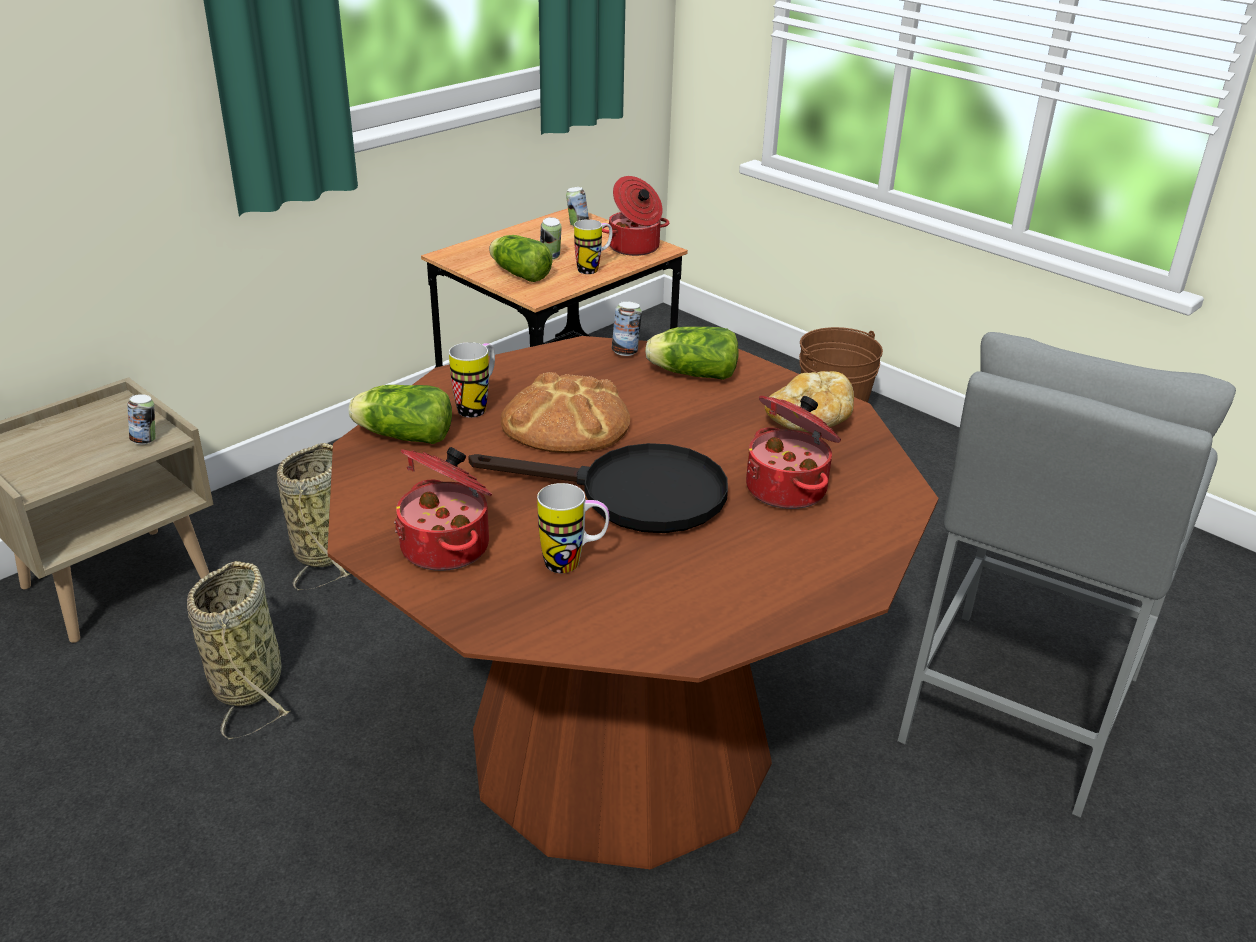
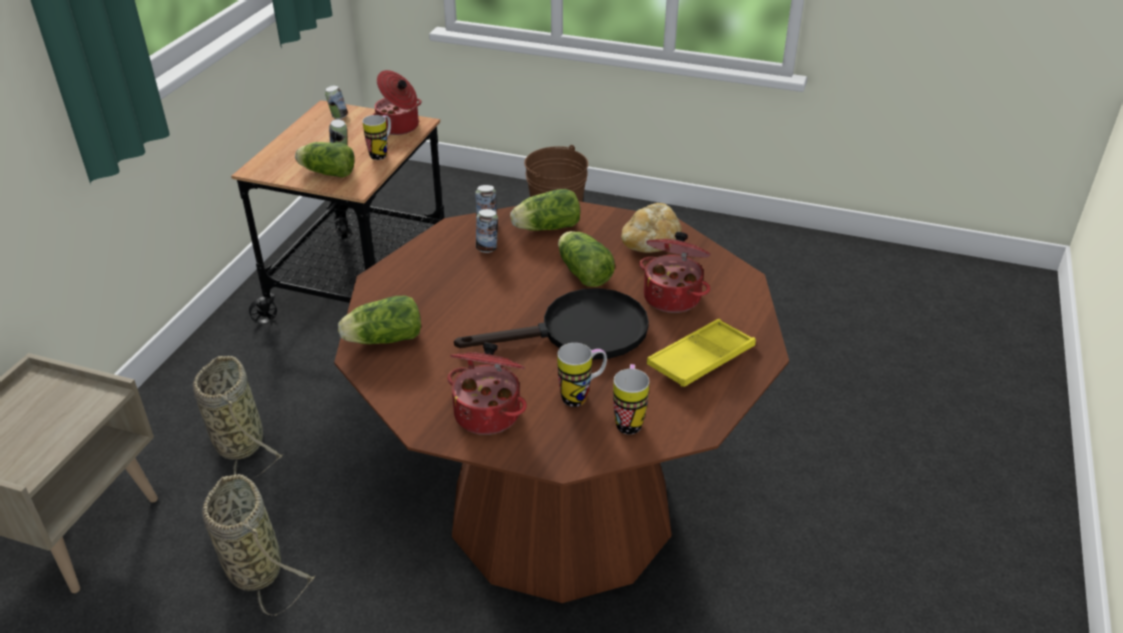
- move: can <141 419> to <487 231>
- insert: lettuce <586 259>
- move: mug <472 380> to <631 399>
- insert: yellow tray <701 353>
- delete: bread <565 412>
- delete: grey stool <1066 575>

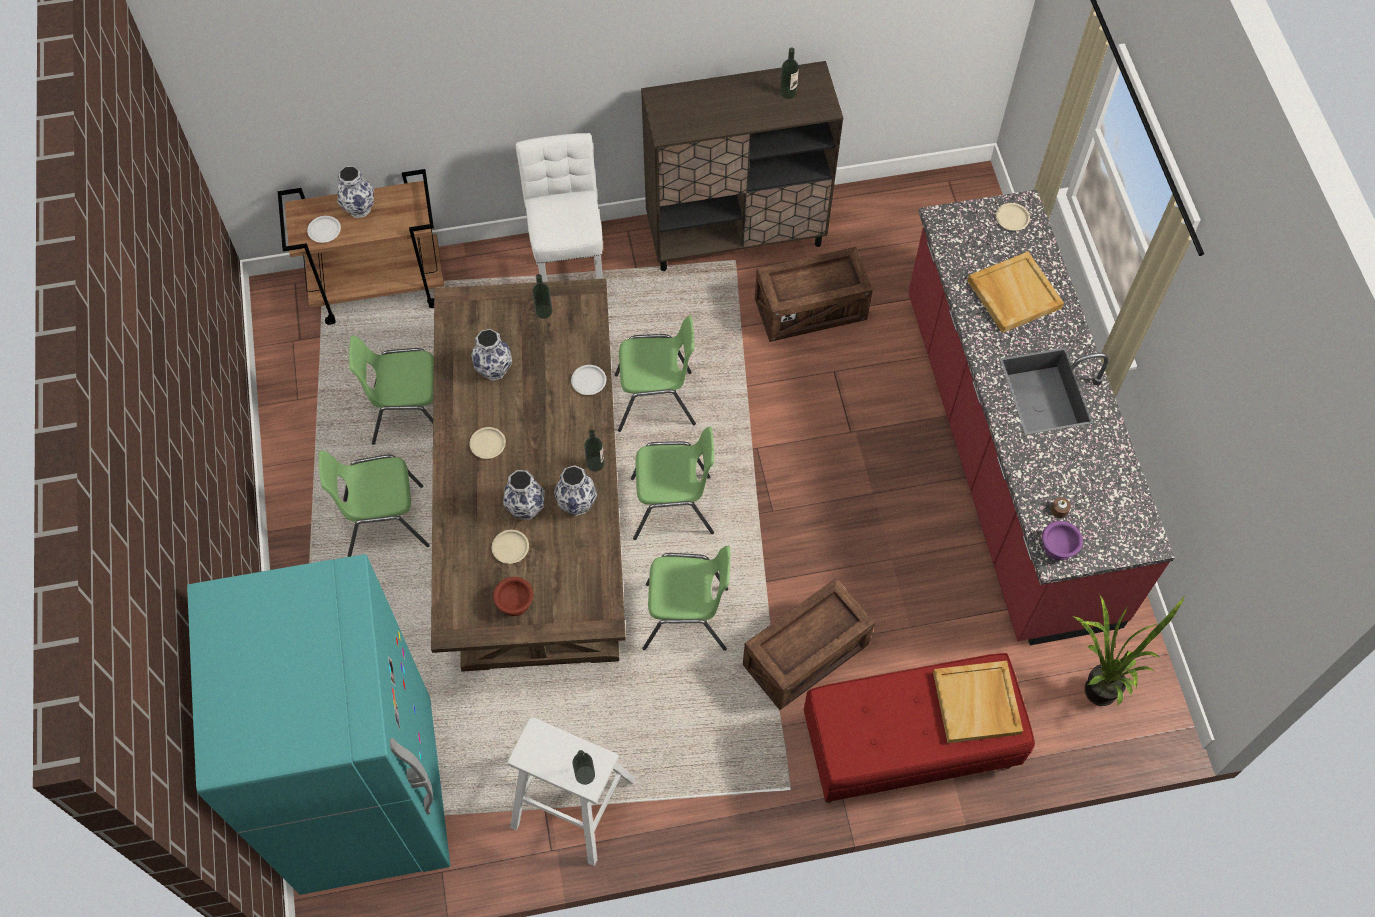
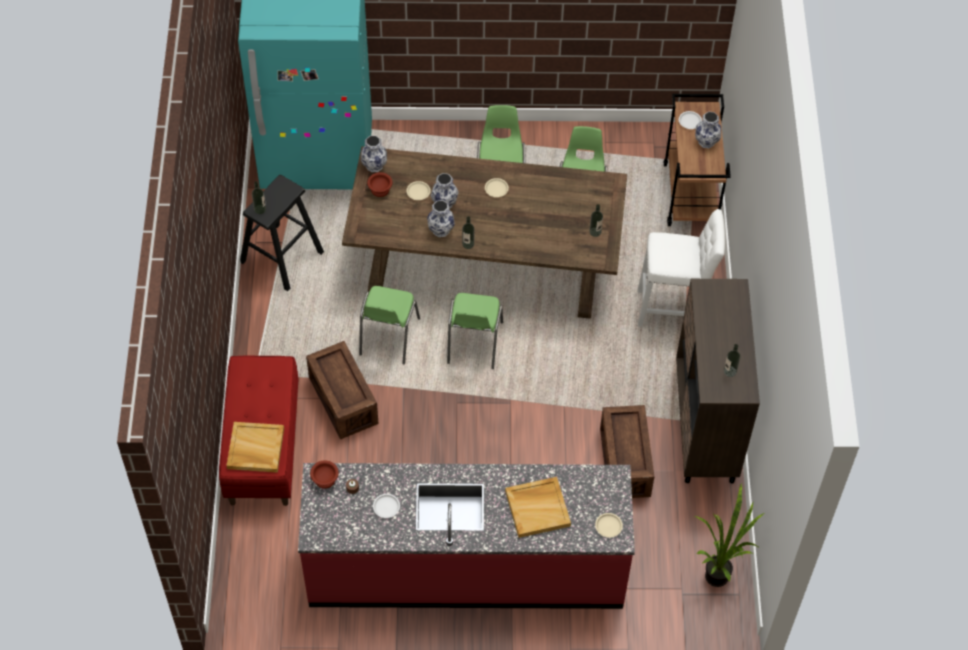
- recolor: white stool <571 791> to black stool <282 233>
- recolor: purple bowl <1062 541> to brown bowl <324 474>
- move: vase <491 355> to <374 154>
- move: white plate <588 380> to <386 506>
- move: potted plant <1128 651> to <729 534>
- delete: green chair <655 374>

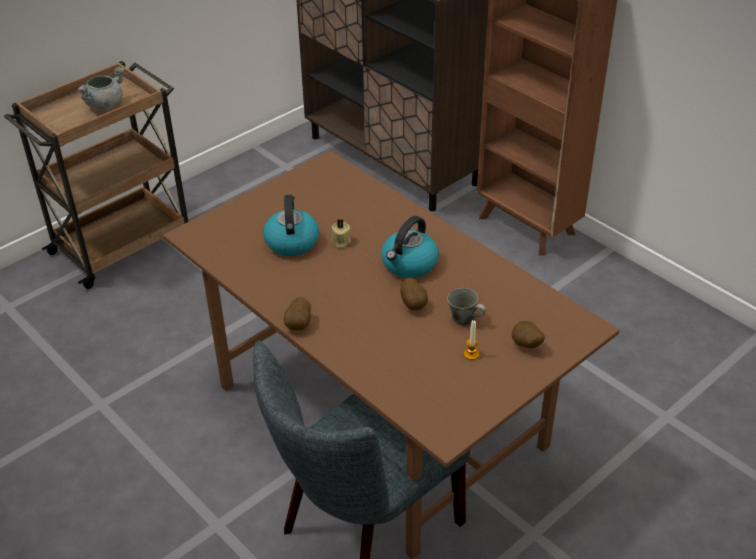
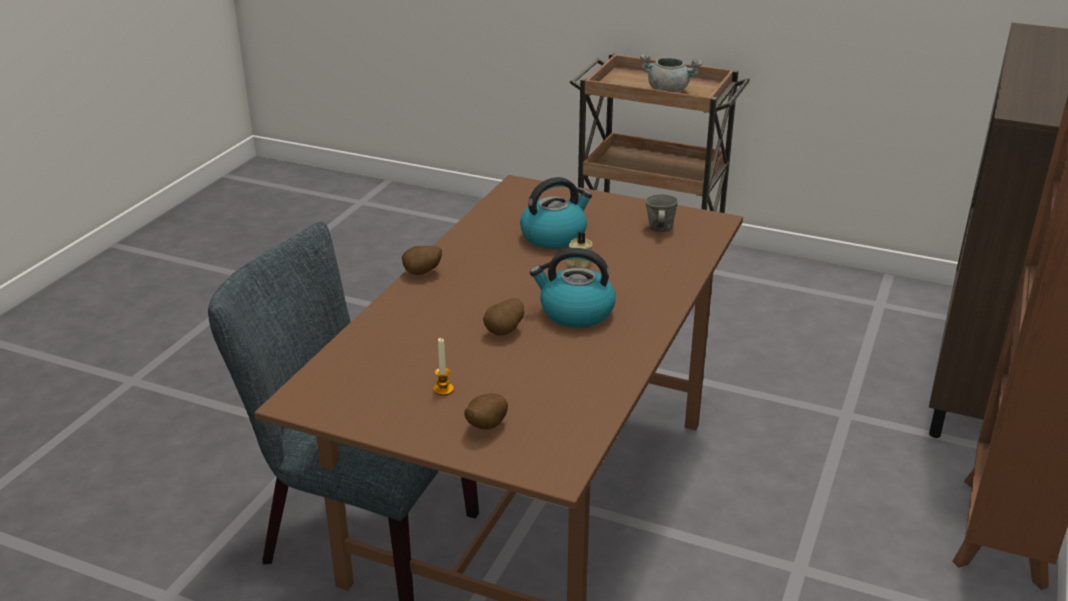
- move: grey mug <466 307> to <661 213>

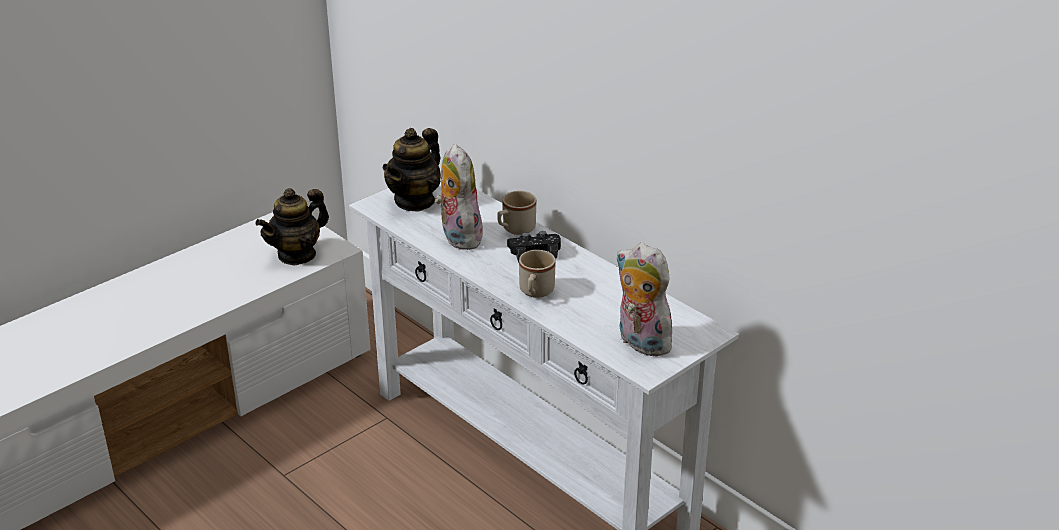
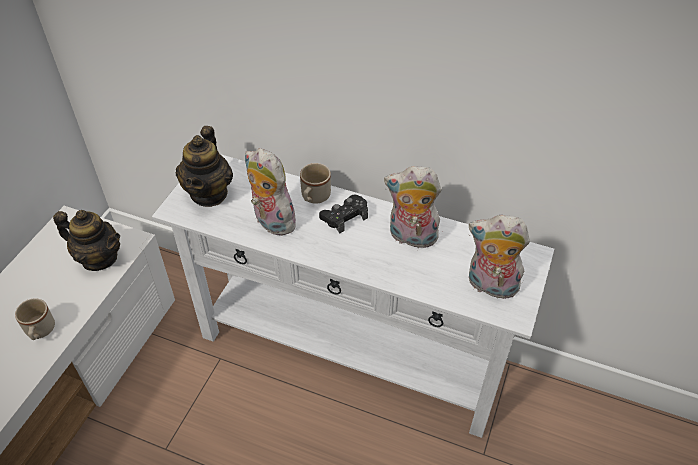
- move: beige mug <537 274> to <35 319>
- rotate: teapot <292 227> = <86 240> 90 degrees counterclockwise
- insert: plush toy <413 207>

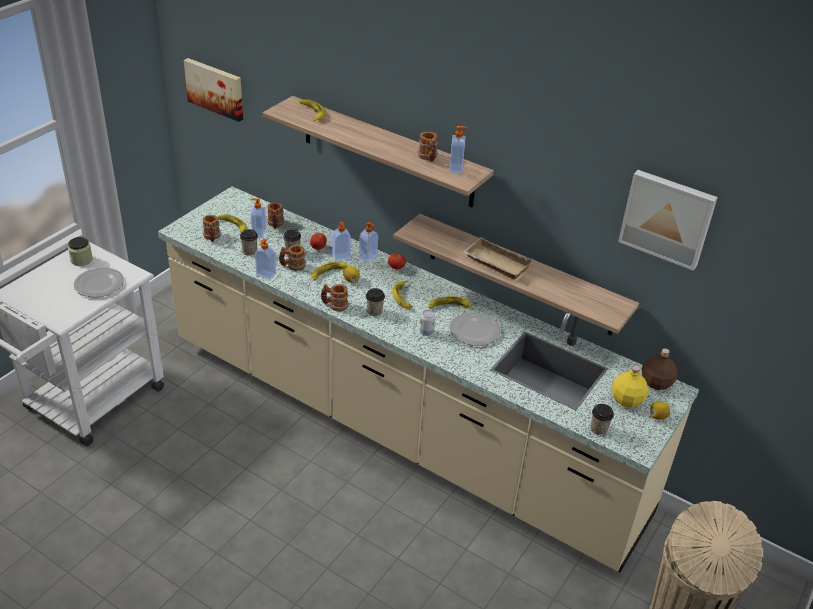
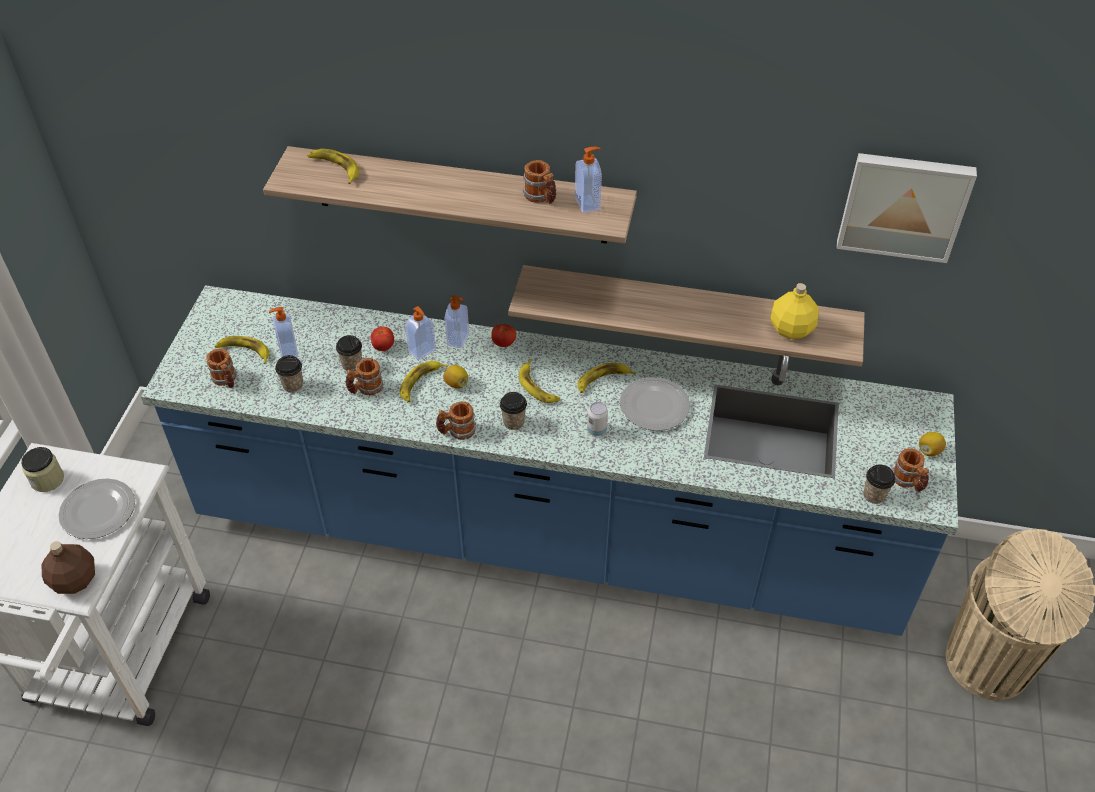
- move: brown bottle <660 369> to <68 567>
- recolor: beige counter <428 379> to blue counter <549 460>
- move: yellow bottle <630 386> to <795 311>
- move: mug <275 215> to <910 470>
- delete: picture <213 90>
- delete: soap dispenser <265 259>
- delete: beige tray <498 258>

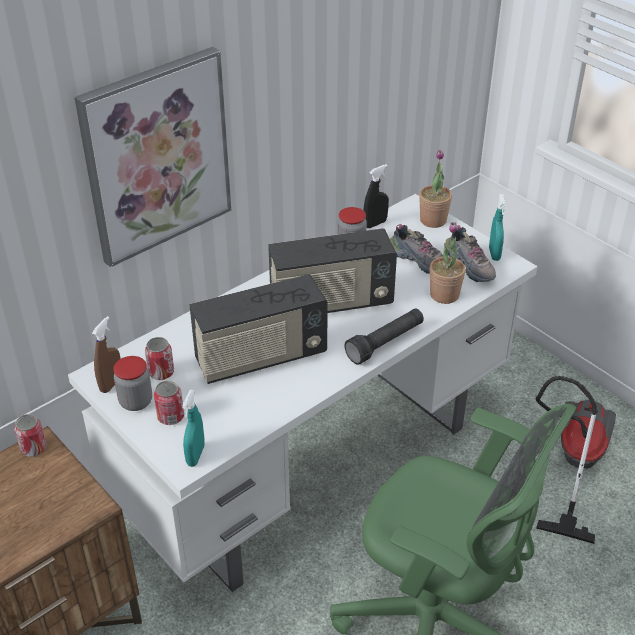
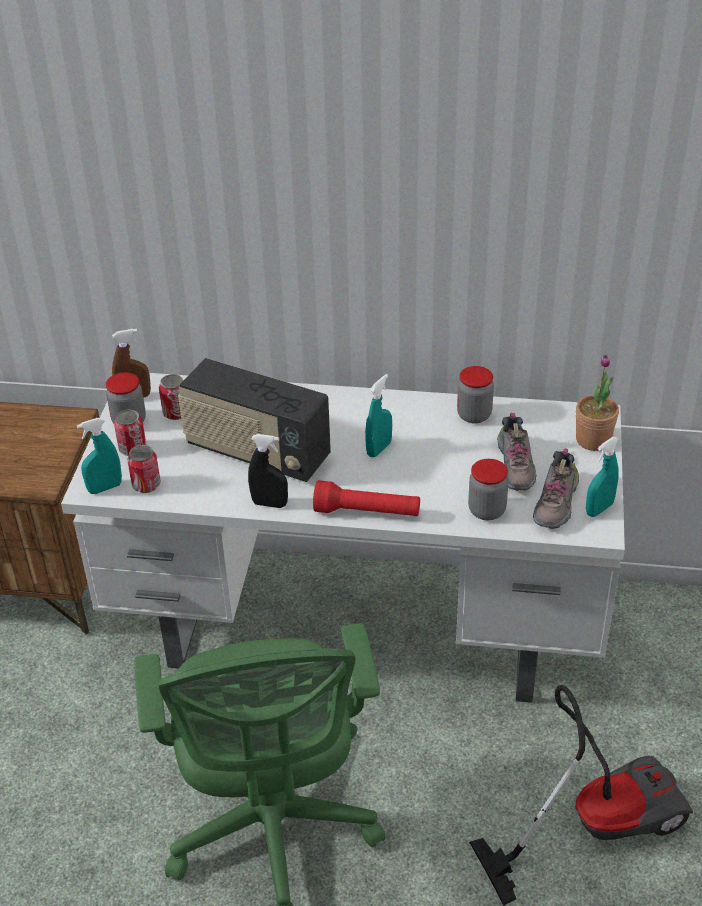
- move: can <30 435> to <144 469>
- move: black spray bottle <376 196> to <268 471>
- recolor: black flashlight <384 337> to red flashlight <366 498>
- replace: radio <332 270> to turquoise spray bottle <378 416>
- replace: potted plant <447 263> to jar <488 489>
- delete: picture <152 157>

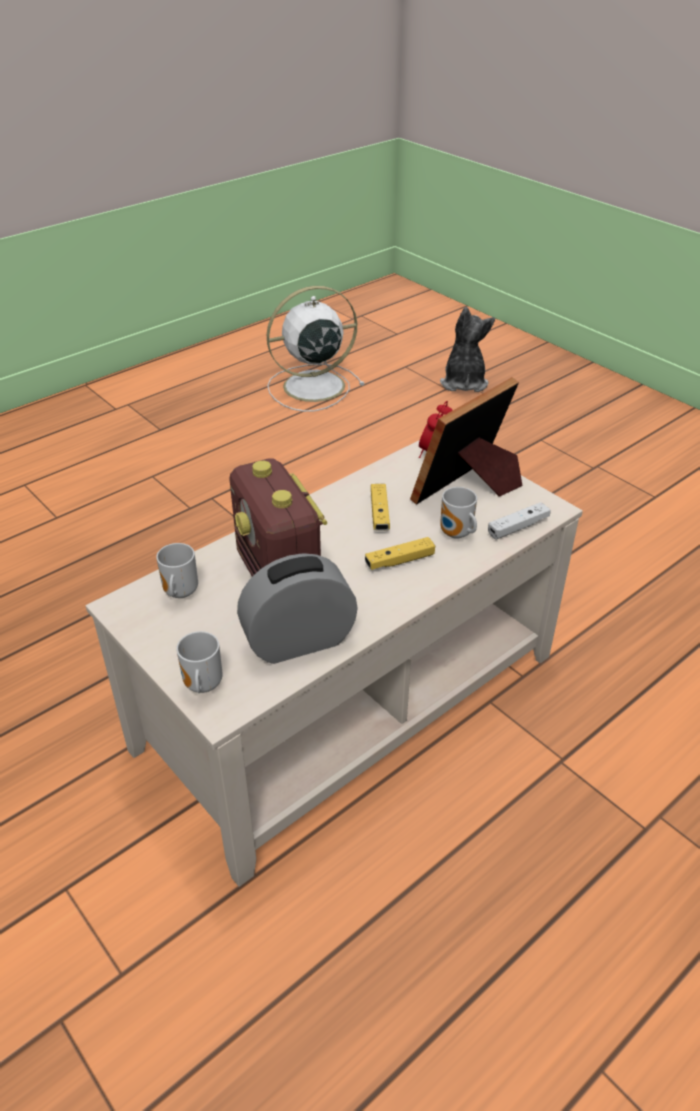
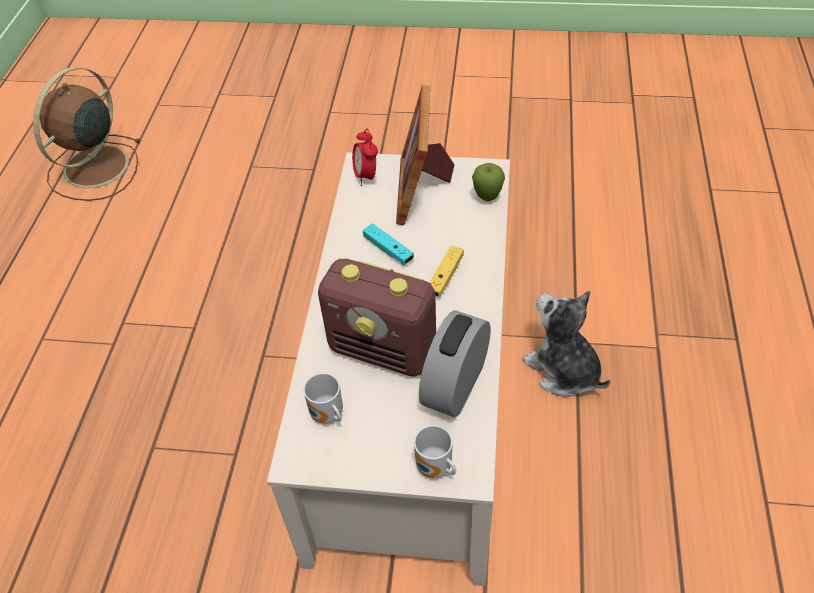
- recolor: white fan <316 349> to brown fan <87 134>
- recolor: yellow game controller <380 507> to turquoise game controller <388 244>
- replace: white game controller <519 520> to apple <488 182>
- move: plush toy <467 349> to <567 344>
- delete: mug <458 513>

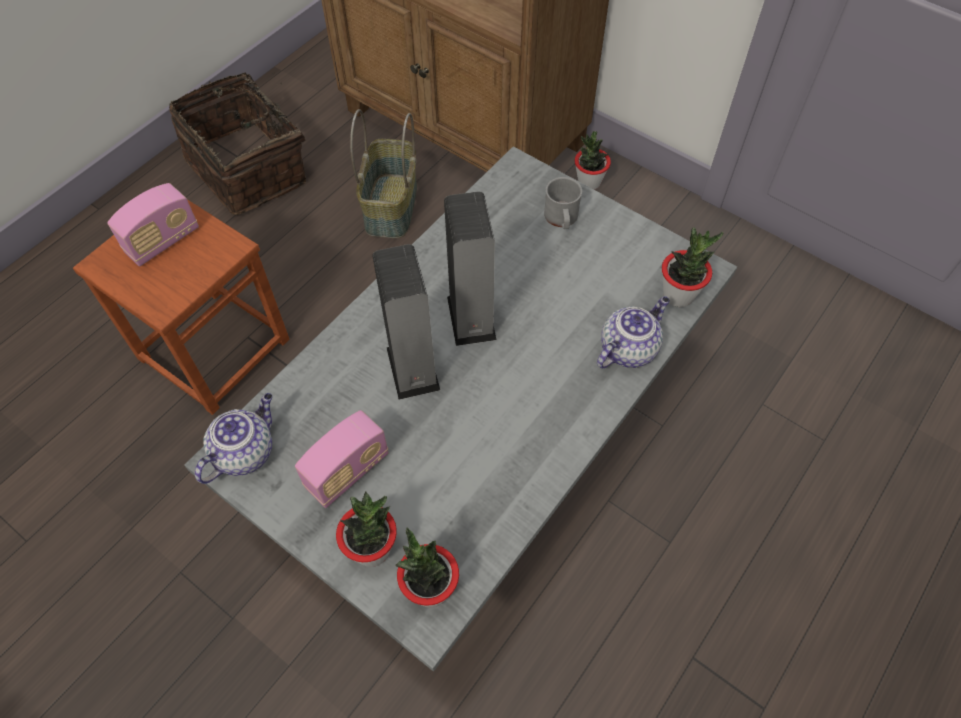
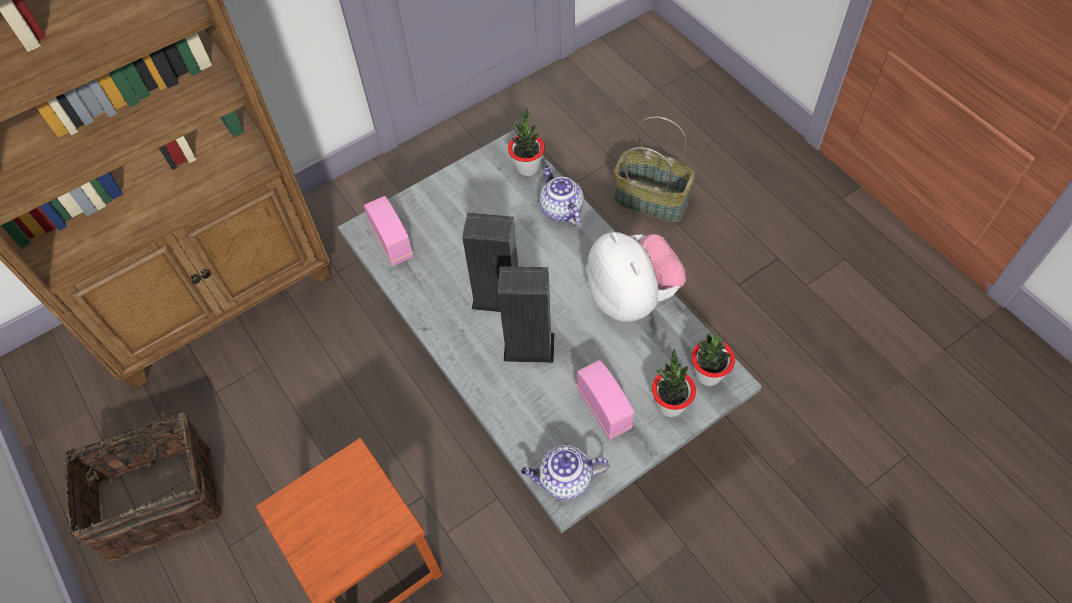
- move: radio <153 224> to <389 231>
- rotate: teapot <233 438> = <565 472> 60 degrees counterclockwise
- insert: plush toy <636 277>
- move: basket <383 173> to <654 169>
- delete: grey mug <563 203>
- delete: potted plant <593 160>

